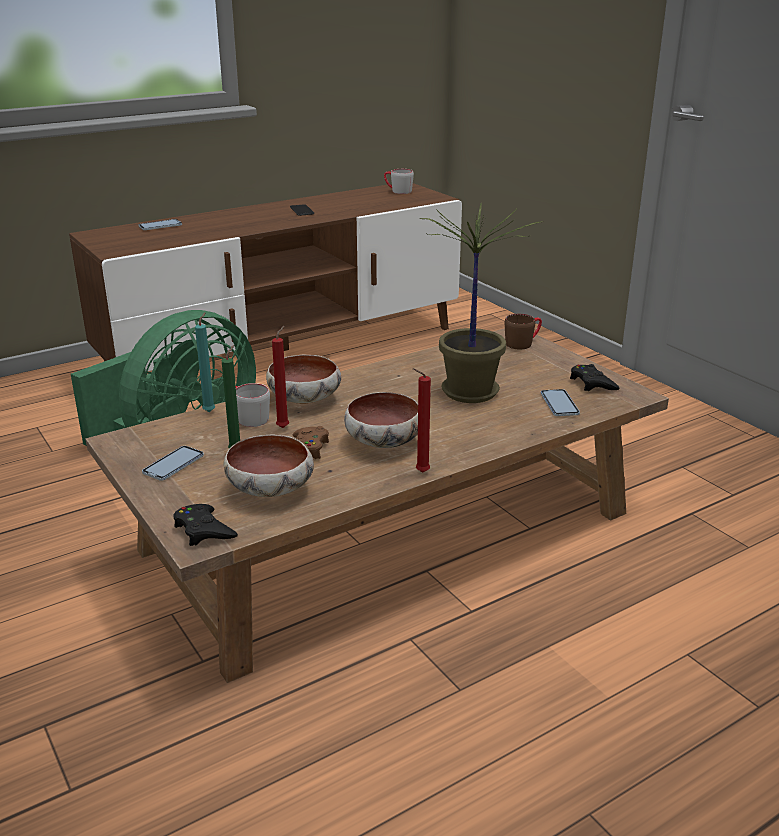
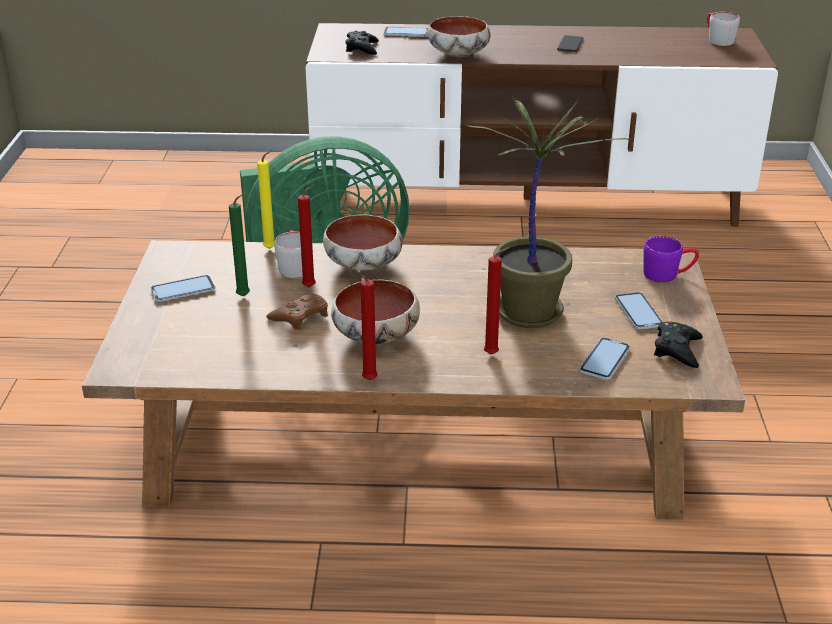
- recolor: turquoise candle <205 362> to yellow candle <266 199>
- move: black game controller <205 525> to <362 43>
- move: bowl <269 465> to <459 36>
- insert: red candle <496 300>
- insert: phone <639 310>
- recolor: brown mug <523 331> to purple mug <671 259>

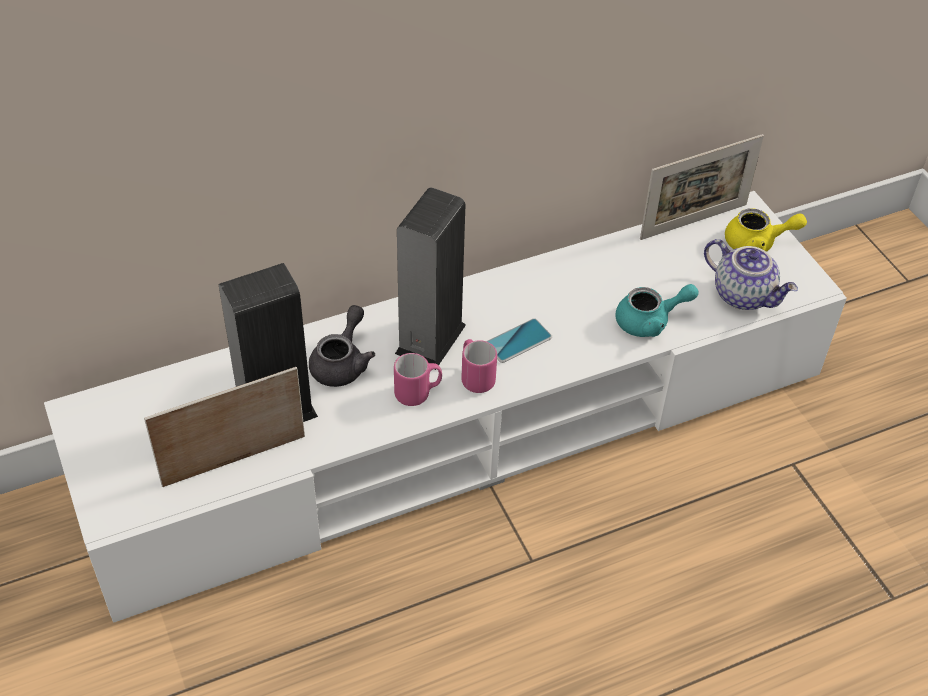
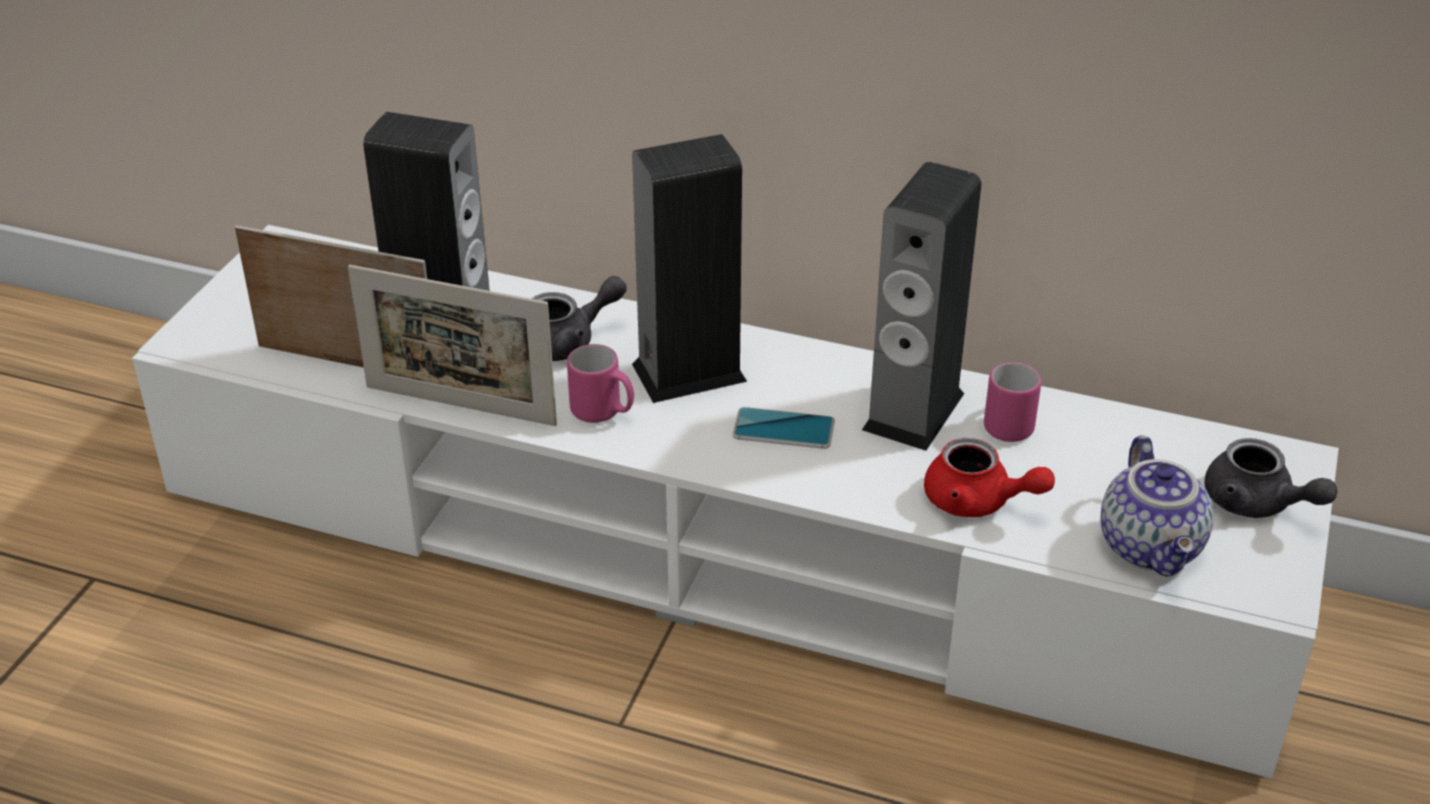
- move: picture frame <702 187> to <452 345>
- insert: speaker <921 306>
- recolor: turquoise teapot <657 310> to red teapot <989 477>
- move: pink mug <479 366> to <1012 402>
- recolor: yellow teapot <766 230> to grey teapot <1271 478>

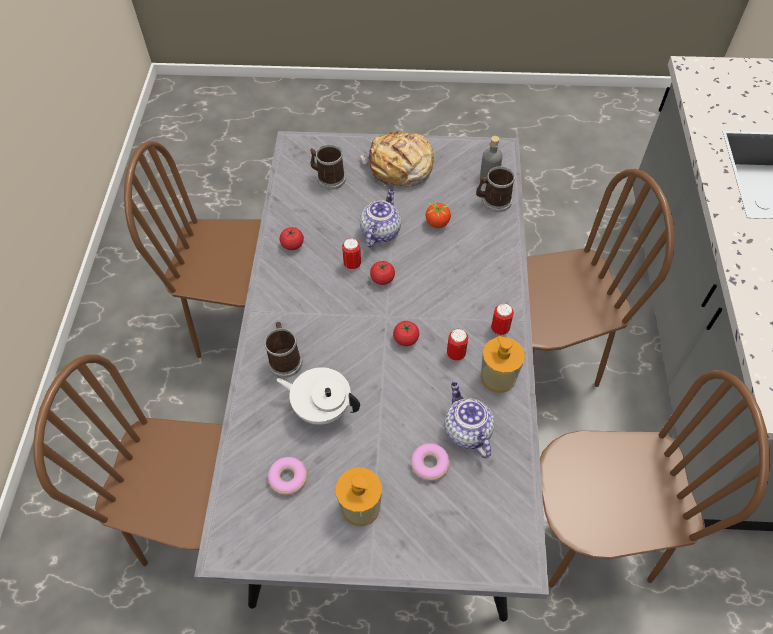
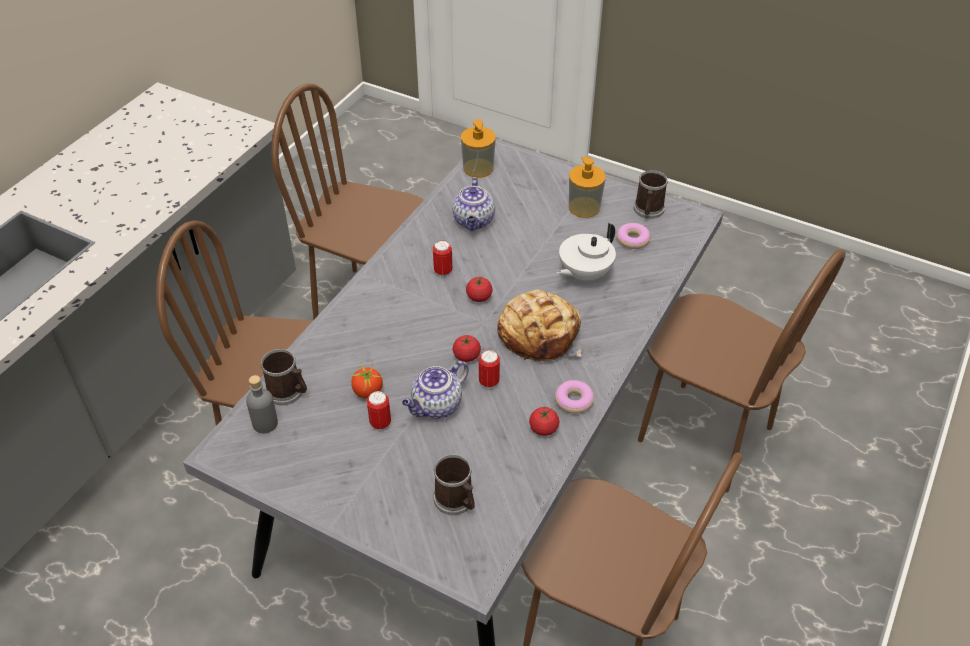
- move: can <502 319> to <379 410>
- move: soap dispenser <503 364> to <478 148>
- move: bread <397 159> to <540 325>
- move: donut <430 462> to <574 397>
- rotate: white teapot <318 396> = <586 252> 90 degrees clockwise
- move: mug <283 350> to <651 194>

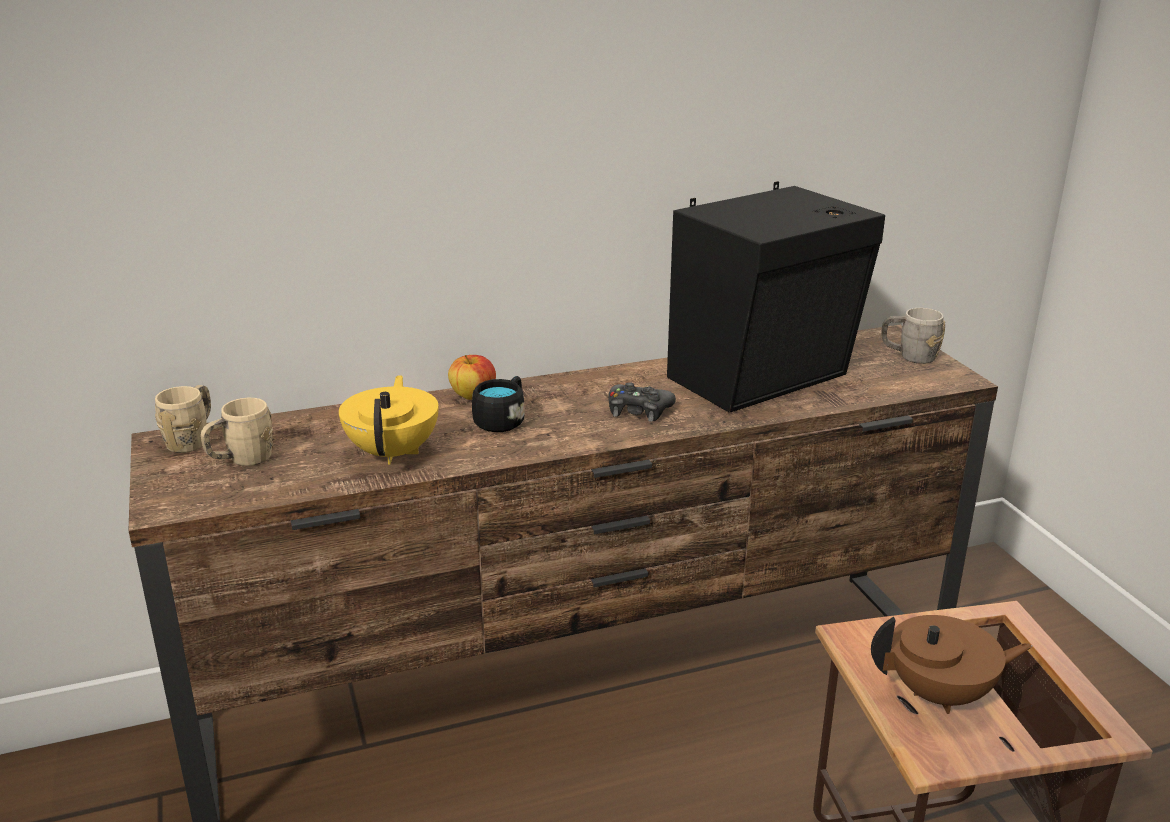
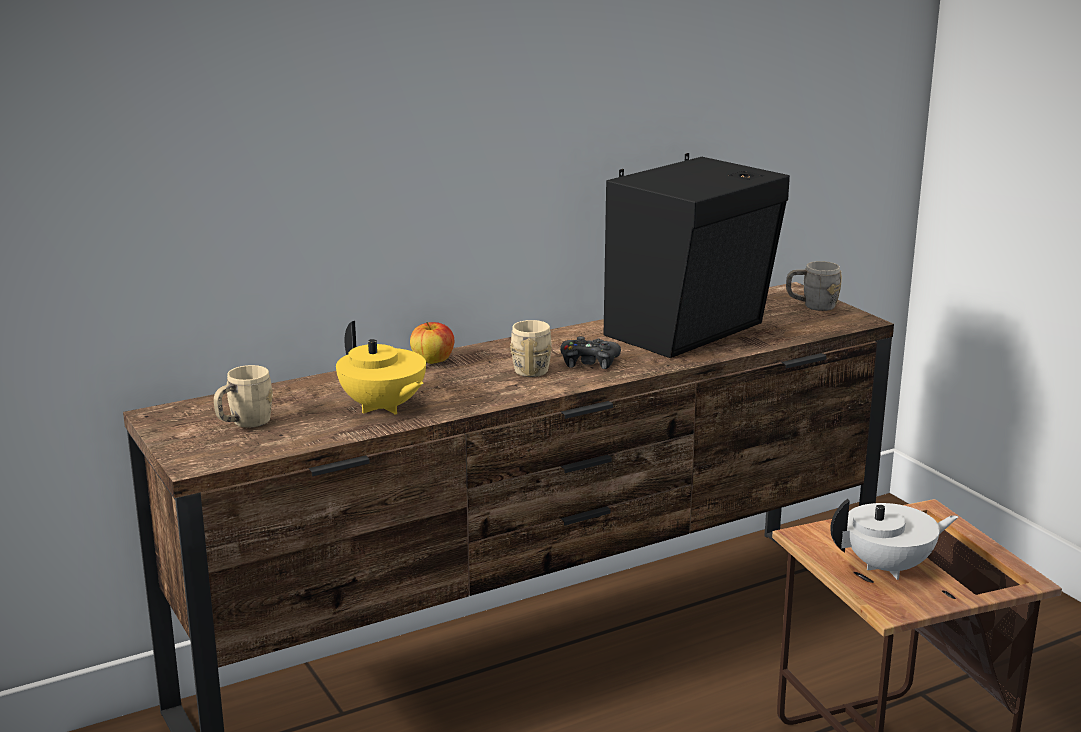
- rotate: yellow teapot <388 419> = <381 368> 150 degrees clockwise
- move: beige mug <183 419> to <531 348>
- recolor: brown teapot <951 664> to white teapot <894 539>
- delete: black mug <498 404>

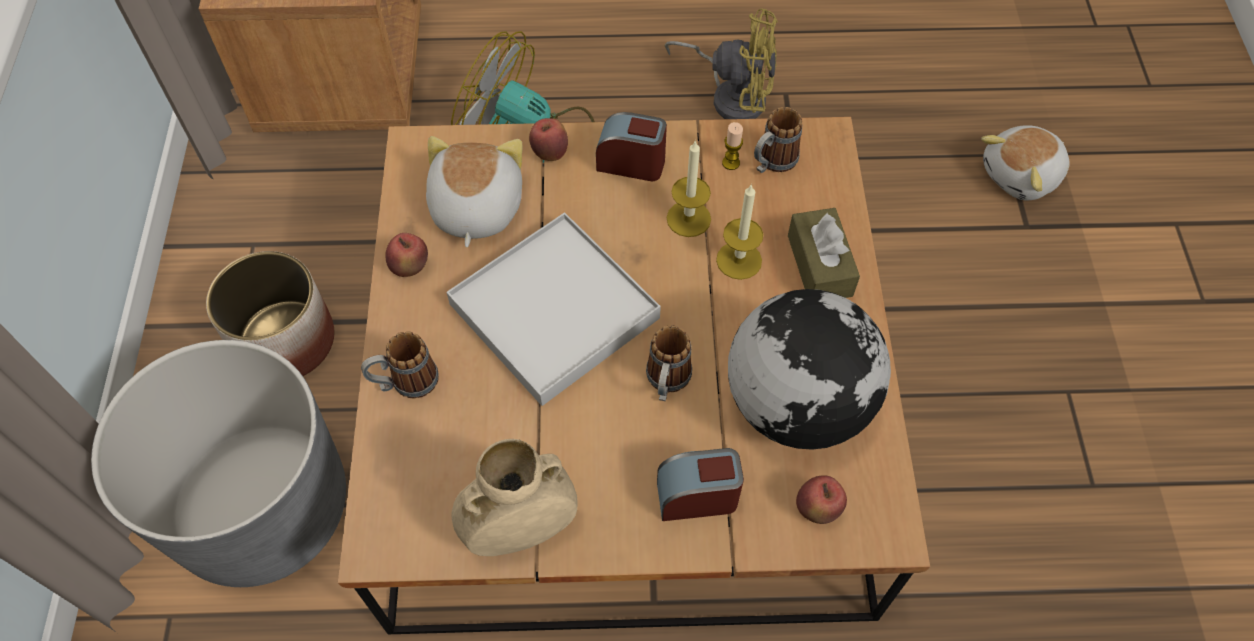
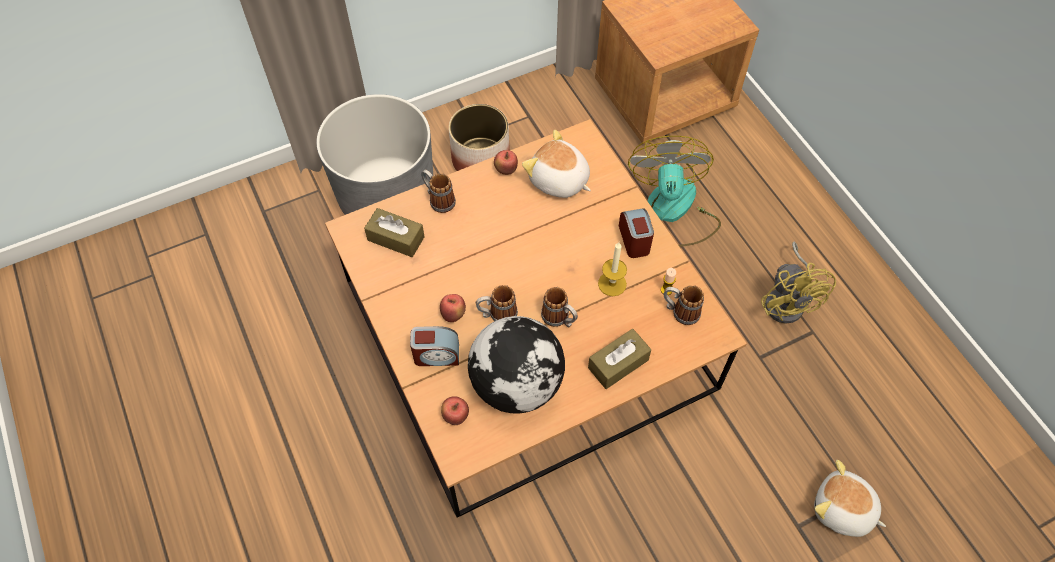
- insert: brown tissue box <394 232>
- rotate: alarm clock <700 484> = <434 346> 120 degrees clockwise
- move: apple <548 139> to <453 308>
- rotate: plush toy <474 192> = <556 164> 120 degrees counterclockwise
- insert: mug <559 307>
- delete: white tray <553 309>
- delete: beige vase <514 497>
- delete: candle <739 232>

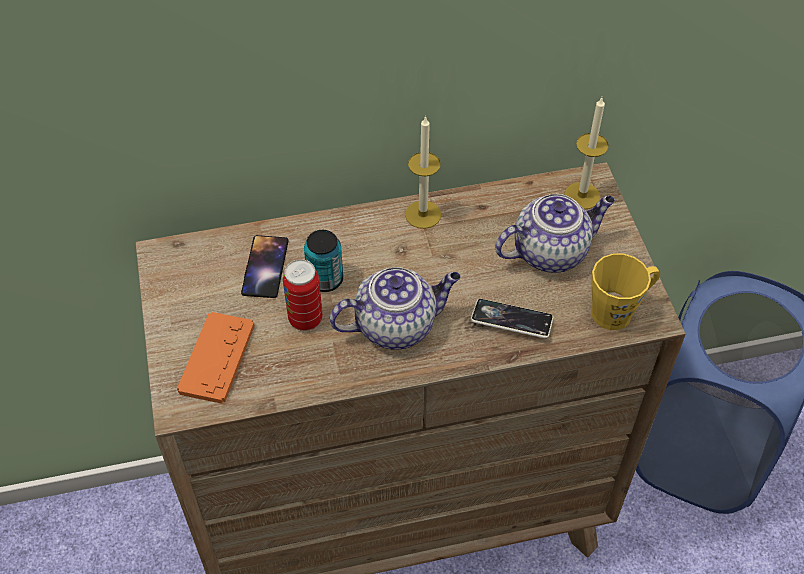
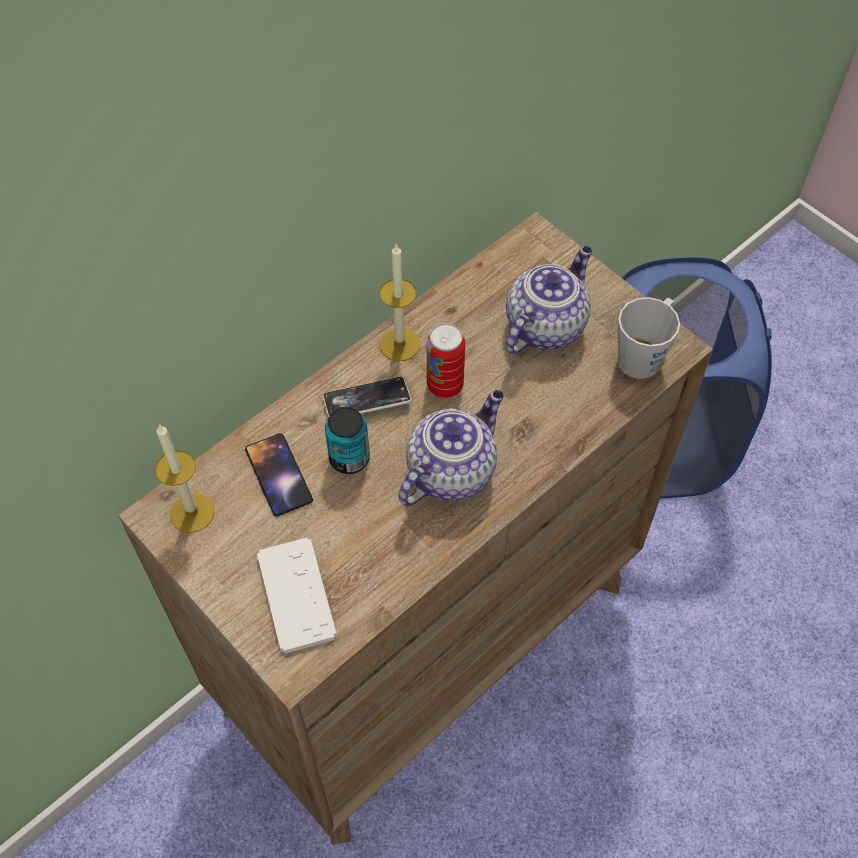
- move: candle <586 153> to <185 478>
- recolor: orange game controller <216 358> to white game controller <297 596>
- move: phone <512 318> to <367 397>
- move: can <303 295> to <446 360>
- recolor: yellow mug <625 292> to grey mug <648 338>

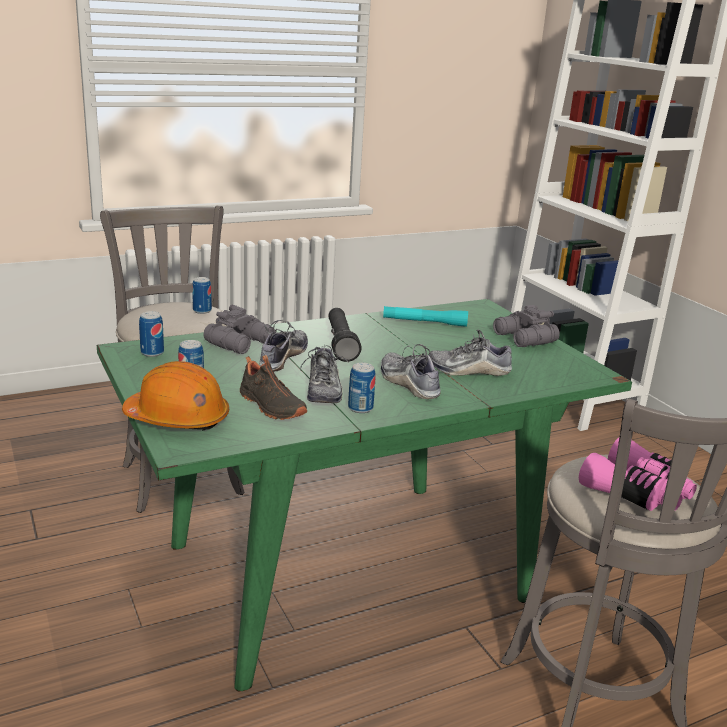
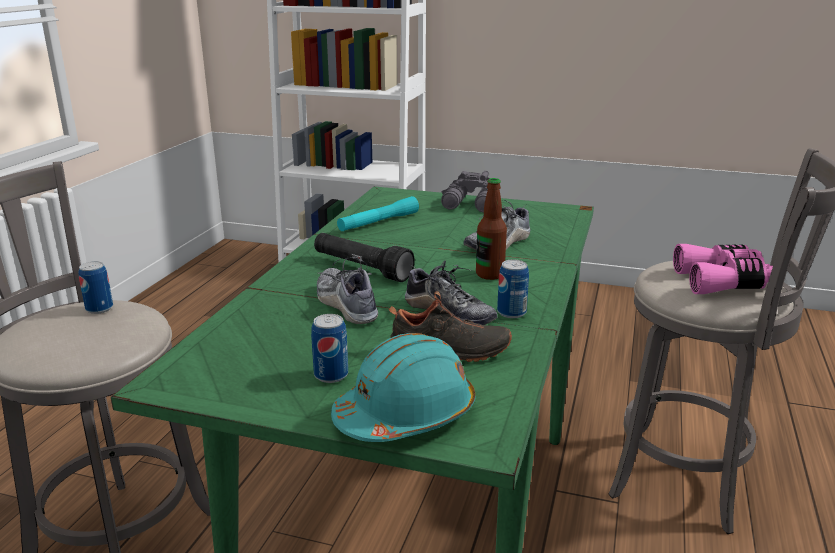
- recolor: orange hard hat <175 396> to turquoise hard hat <403 387>
- replace: shoe <411 371> to bottle <491 229>
- delete: can <151 334>
- delete: grey binoculars <239 329>

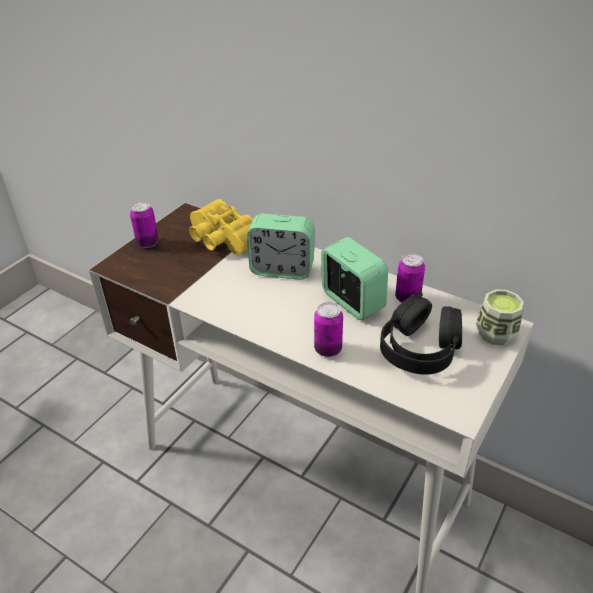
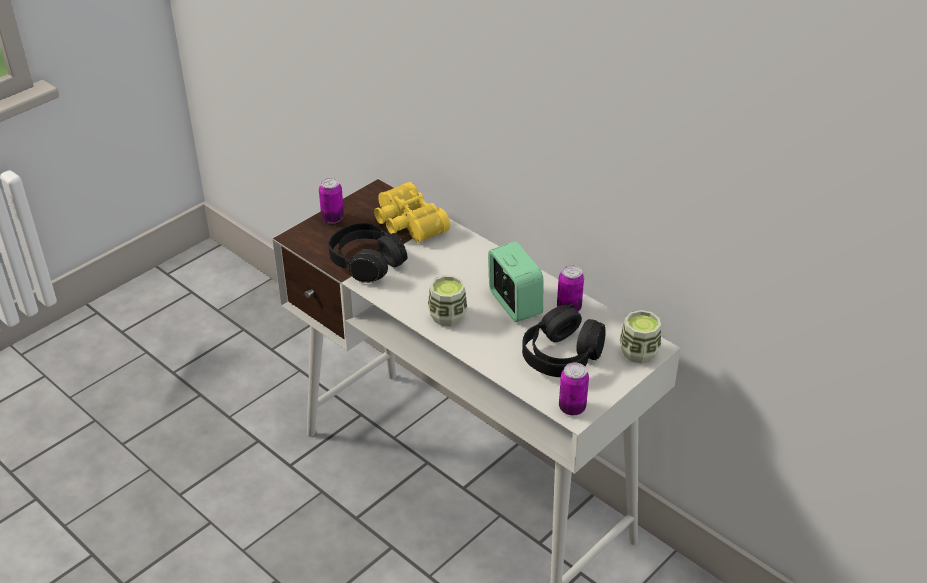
- insert: black headphones <368 253>
- insert: cup <448 300>
- move: can <328 329> to <574 389>
- delete: alarm clock <280 247>

